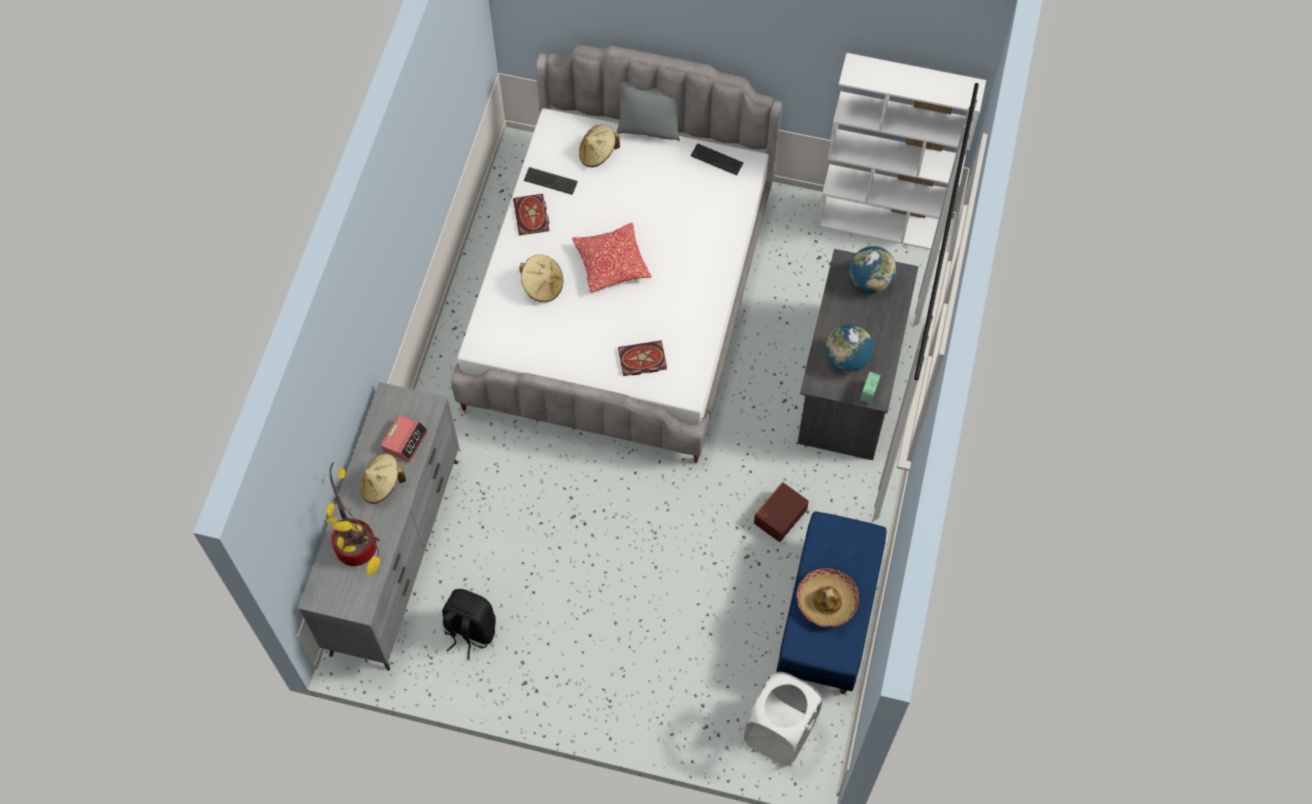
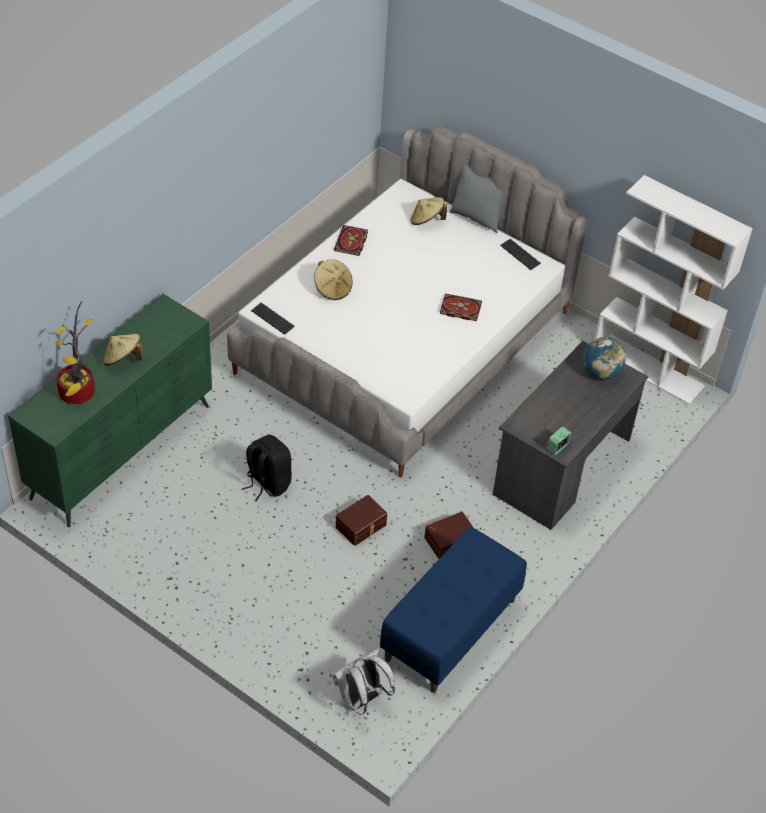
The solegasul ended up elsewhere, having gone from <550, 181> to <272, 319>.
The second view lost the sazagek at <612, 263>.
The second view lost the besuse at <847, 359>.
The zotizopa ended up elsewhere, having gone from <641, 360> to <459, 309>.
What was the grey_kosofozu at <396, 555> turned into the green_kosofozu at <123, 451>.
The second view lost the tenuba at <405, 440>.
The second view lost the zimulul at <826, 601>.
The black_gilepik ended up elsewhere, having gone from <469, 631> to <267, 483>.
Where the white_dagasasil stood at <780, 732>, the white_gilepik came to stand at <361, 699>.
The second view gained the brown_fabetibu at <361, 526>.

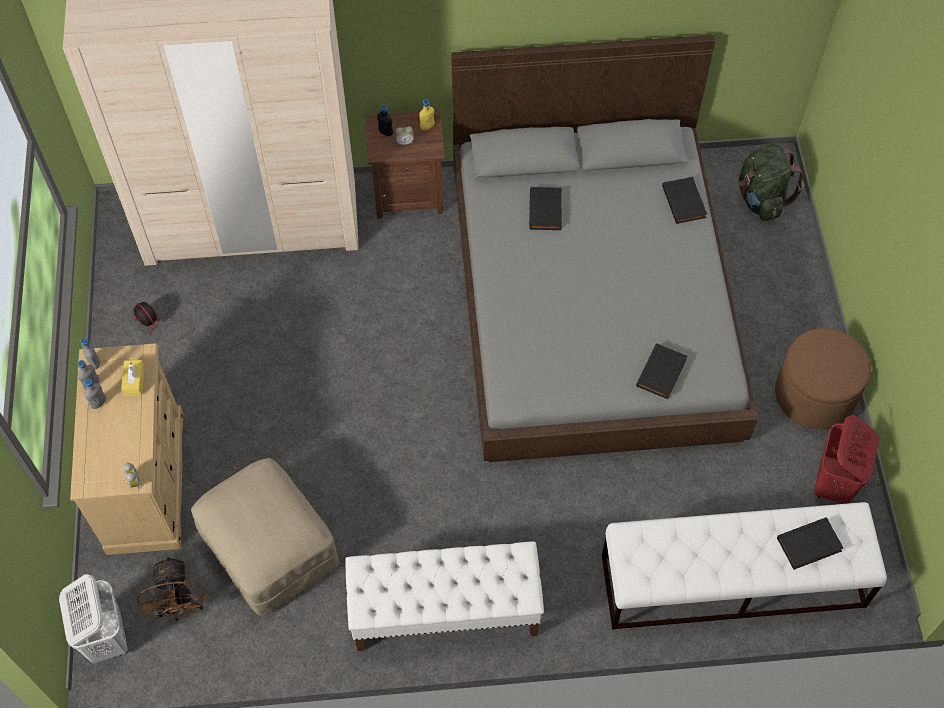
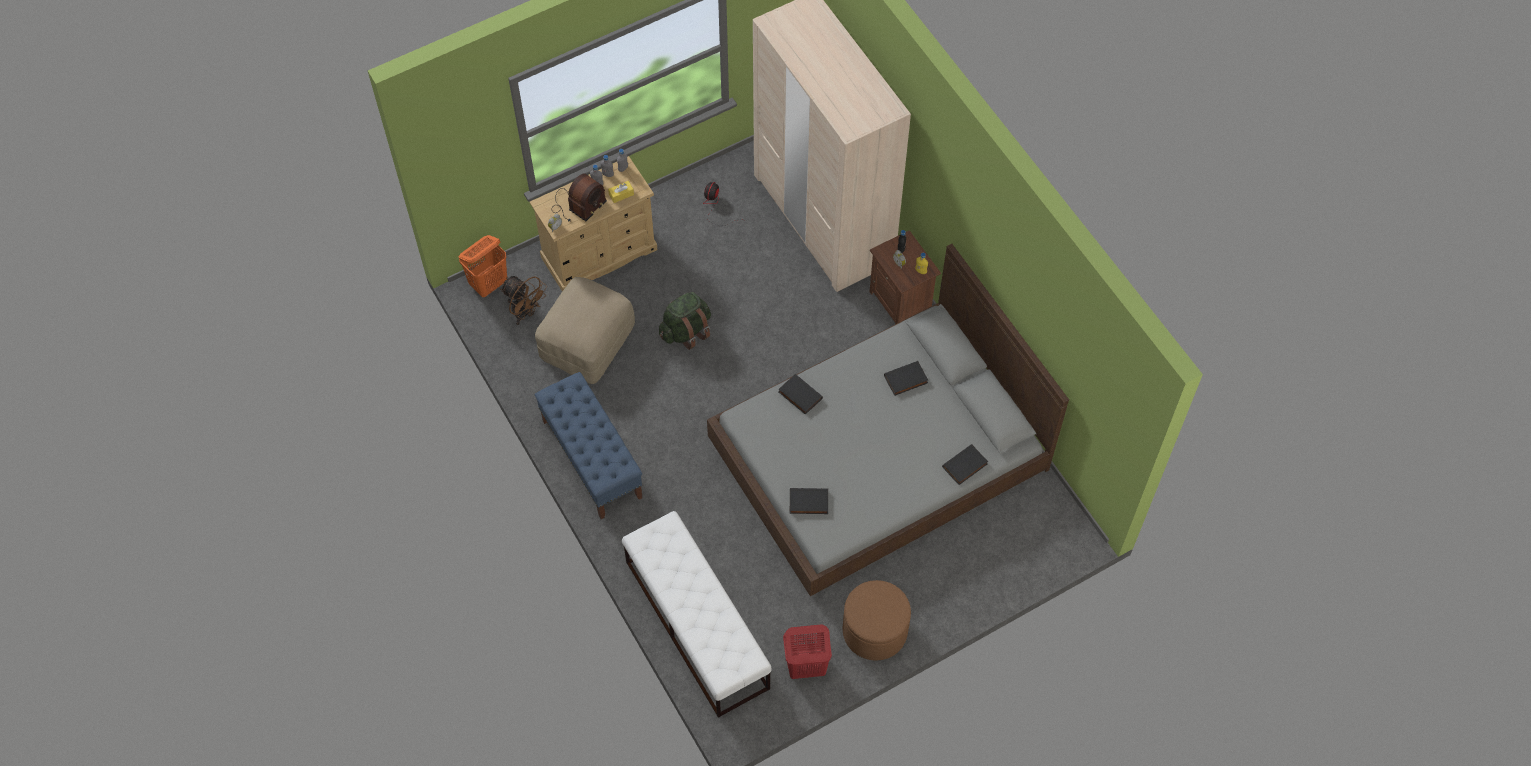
The green_gilepik ended up elsewhere, having gone from <761, 199> to <686, 331>.
The black_zotizopa ended up elsewhere, having gone from <809, 546> to <799, 396>.
What was the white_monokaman at <444, 612> turned into the blue_monokaman at <591, 459>.
The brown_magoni at <181, 608> ended up facing another way, 105 degrees counterclockwise from before.
What was the white_dagasasil at <107, 637> turned into the orange_dagasasil at <489, 284>.
The second view gained the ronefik at <578, 205>.

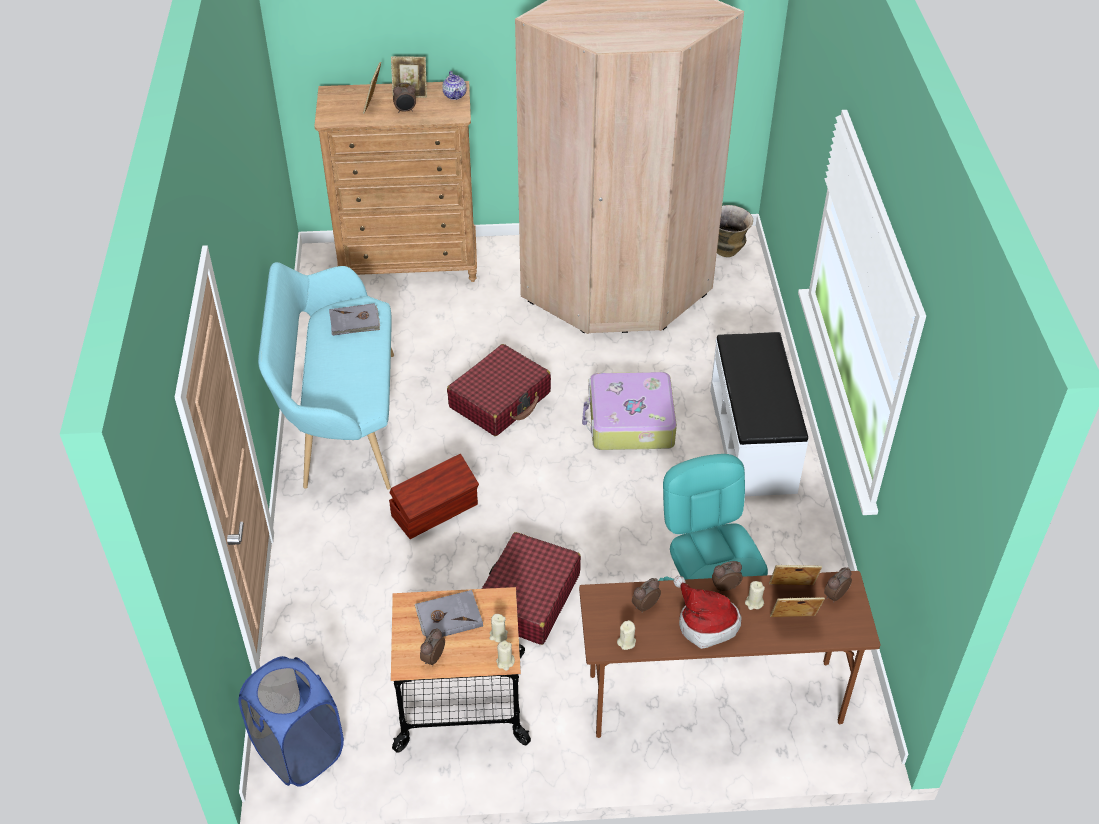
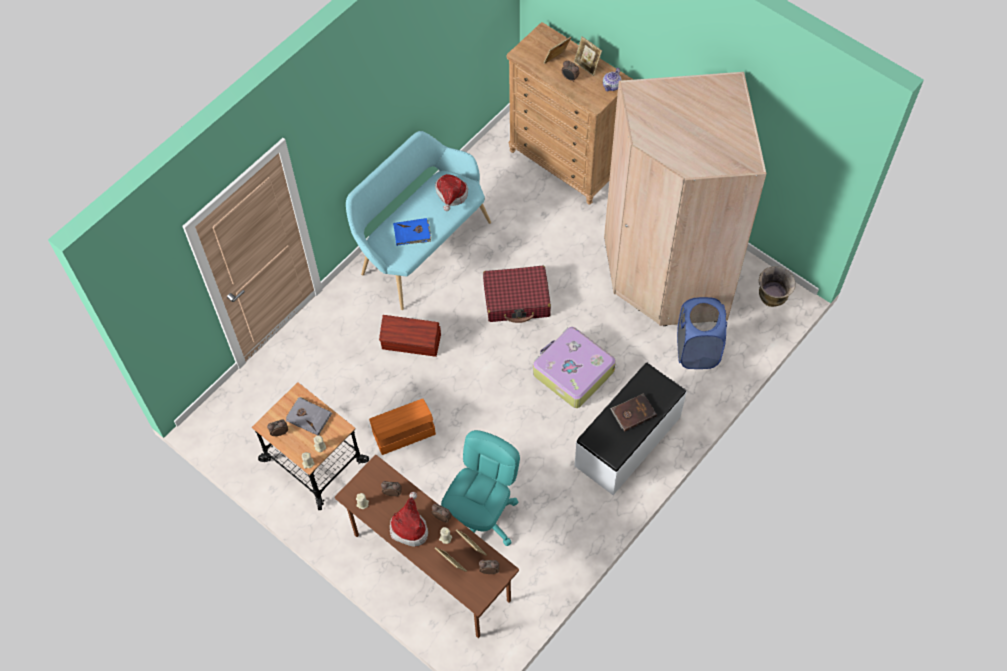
Where the grey_zotizopa stood at <354, 322>, the zimulul came to stand at <451, 195>.
Where the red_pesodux stood at <528, 598>, the orange_fabetibu came to stand at <403, 433>.
The blue_dagasasil ended up elsewhere, having gone from <299, 751> to <697, 350>.
The second view gained the blue_zotizopa at <412, 233>.
The second view gained the brown_zotizopa at <633, 413>.

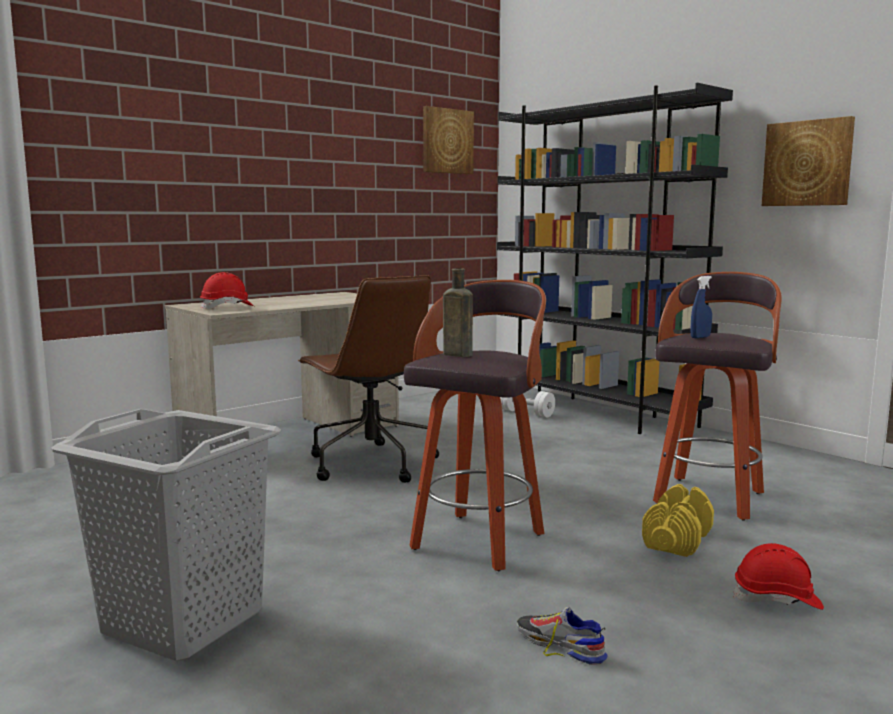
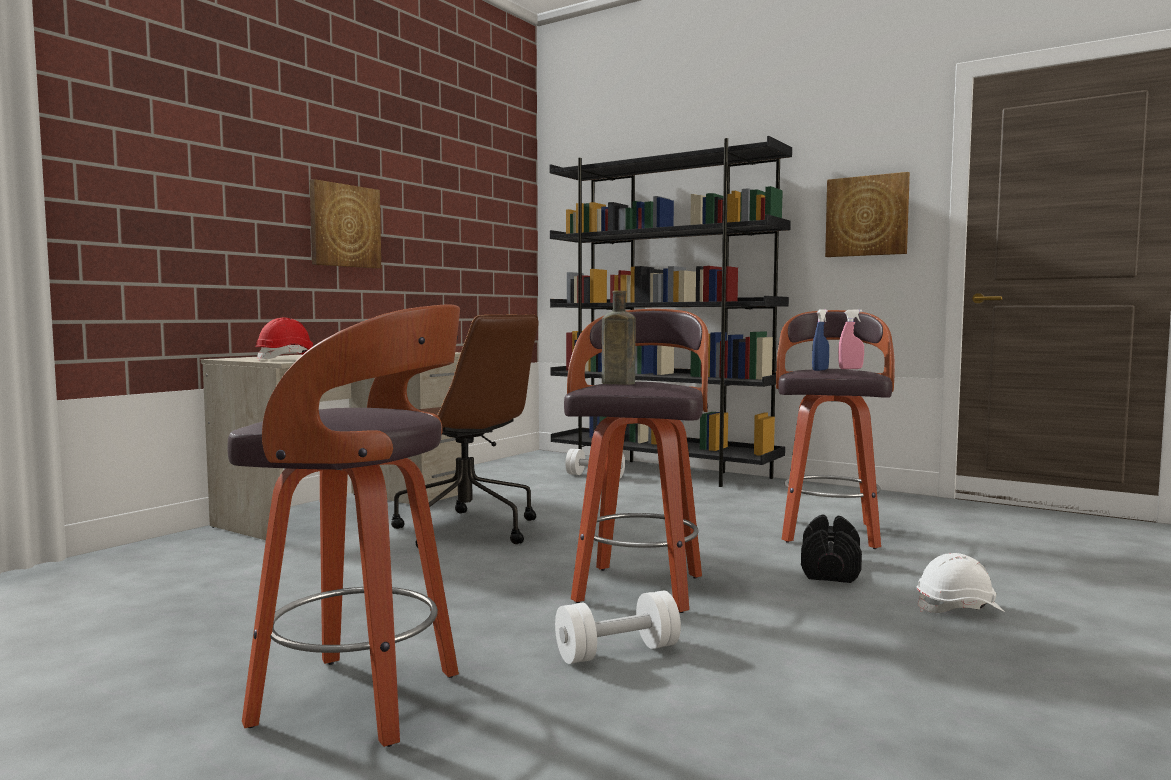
The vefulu ended up elsewhere, having gone from <447, 141> to <344, 226>.
Where the grey_dagasasil stood at <183, 622>, the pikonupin came to stand at <363, 700>.
What was the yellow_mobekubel at <677, 540> turned into the black_mobekubel at <830, 570>.
What was the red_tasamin at <777, 599> turned into the white_tasamin at <959, 609>.
The second view lost the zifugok at <560, 645>.
The second view gained the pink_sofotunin at <850, 369>.
The second view gained the white_mobekubel at <617, 652>.

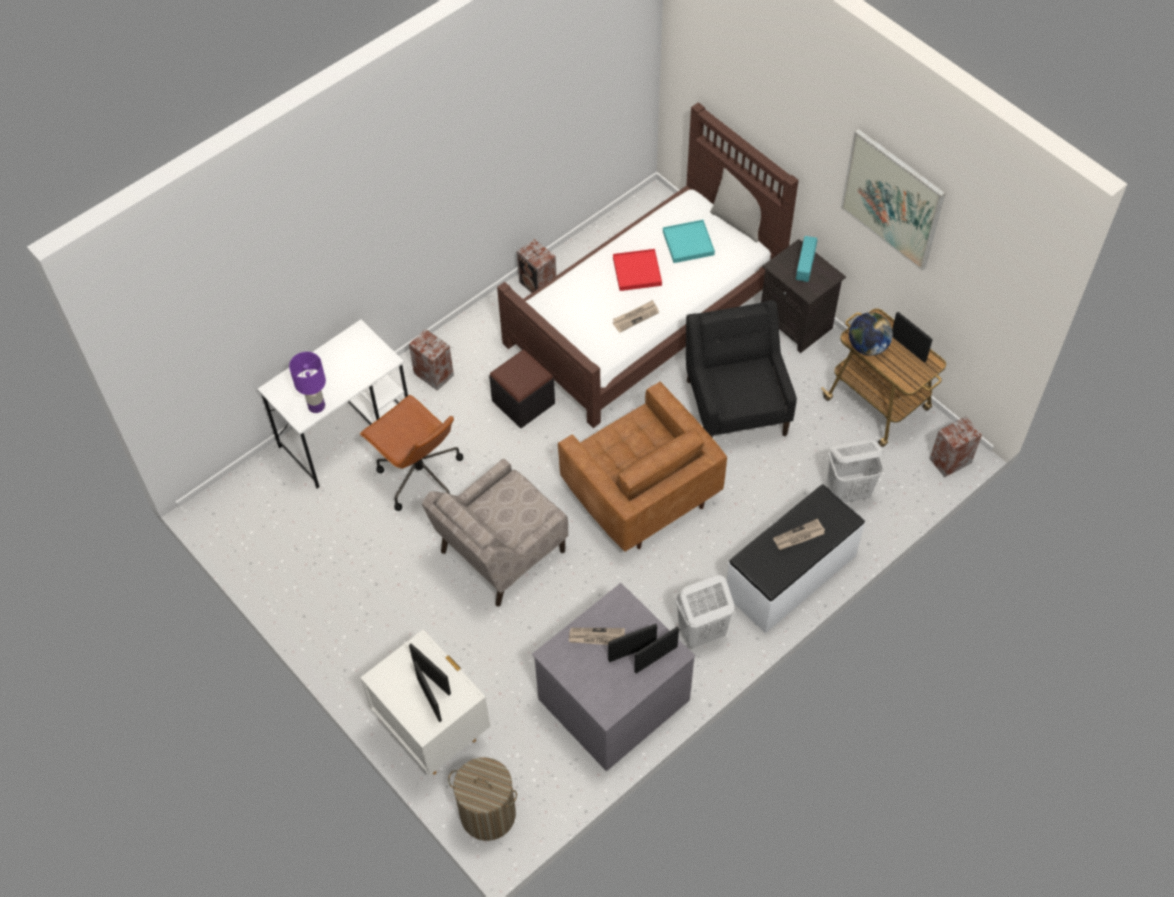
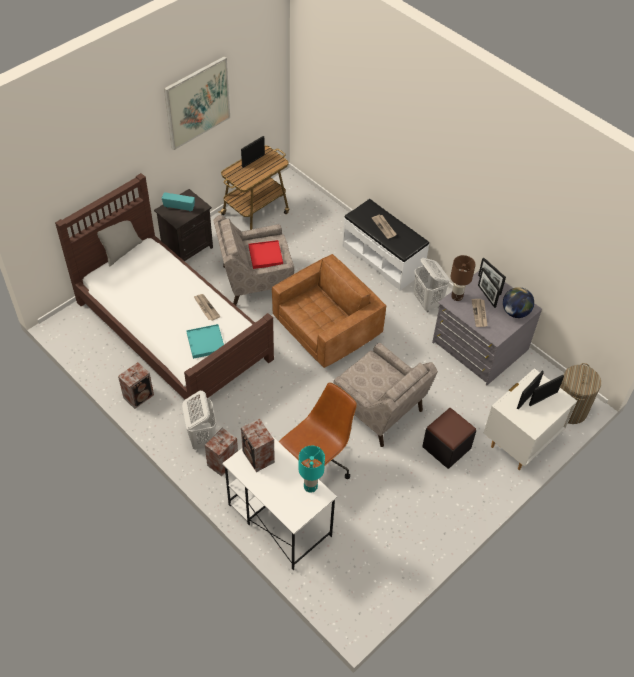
The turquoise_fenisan ended up elsewhere, having gone from <688, 243> to <206, 342>.
The red_fenisan ended up elsewhere, having gone from <637, 271> to <265, 256>.
What was the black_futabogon at <736, 406> turned into the beige_futabogon at <255, 281>.
The besuse ended up elsewhere, having gone from <867, 346> to <515, 312>.
The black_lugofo ended up elsewhere, having gone from <523, 402> to <446, 447>.
What was the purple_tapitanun at <316, 406> turned into the turquoise_tapitanun at <310, 486>.
The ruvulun ended up elsewhere, having gone from <949, 461> to <258, 457>.
The white_dagasasil ended up elsewhere, having gone from <848, 492> to <202, 438>.
The second view gained the brown_tapitanun at <457, 296>.

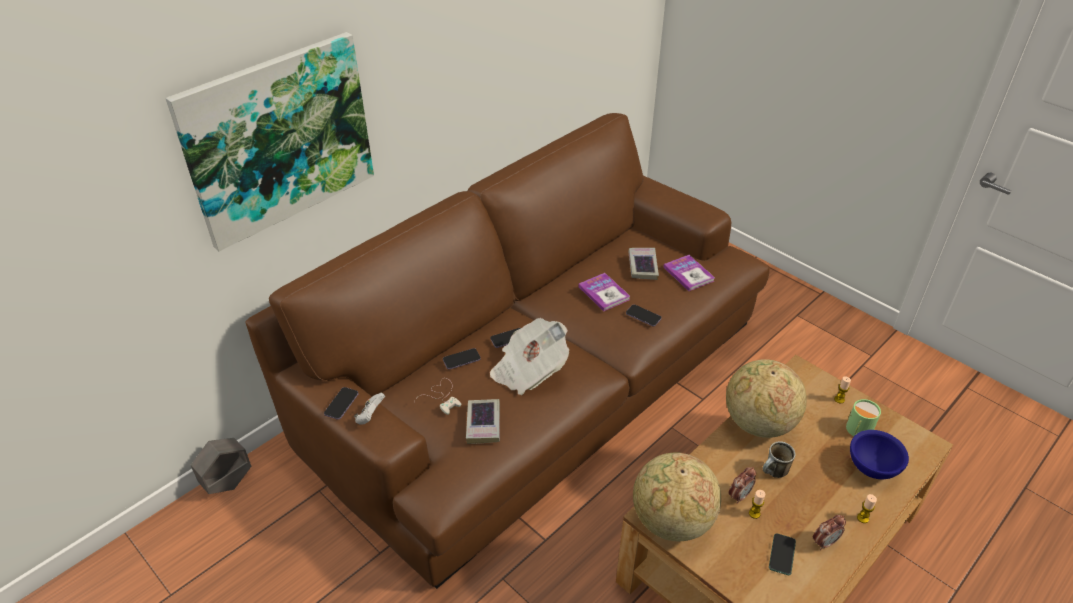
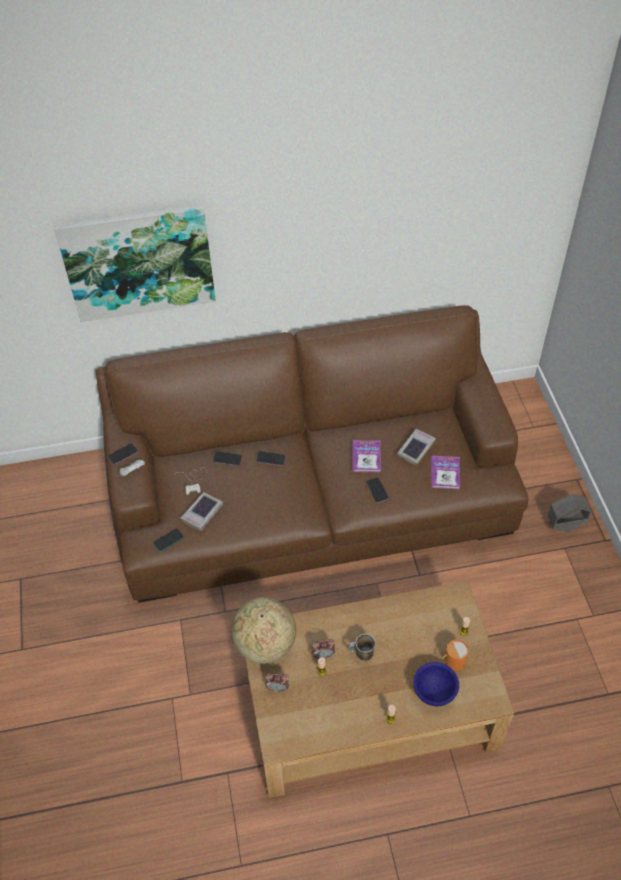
The second view lost the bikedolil at <529, 370>.
The second view lost the besuse at <758, 423>.
What was the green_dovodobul at <857, 430> turned into the orange_dovodobul at <452, 661>.
The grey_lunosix ended up elsewhere, having gone from <228, 483> to <565, 525>.
The tenuba ended up elsewhere, having gone from <824, 542> to <278, 688>.
The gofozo ended up elsewhere, having gone from <782, 554> to <168, 540>.

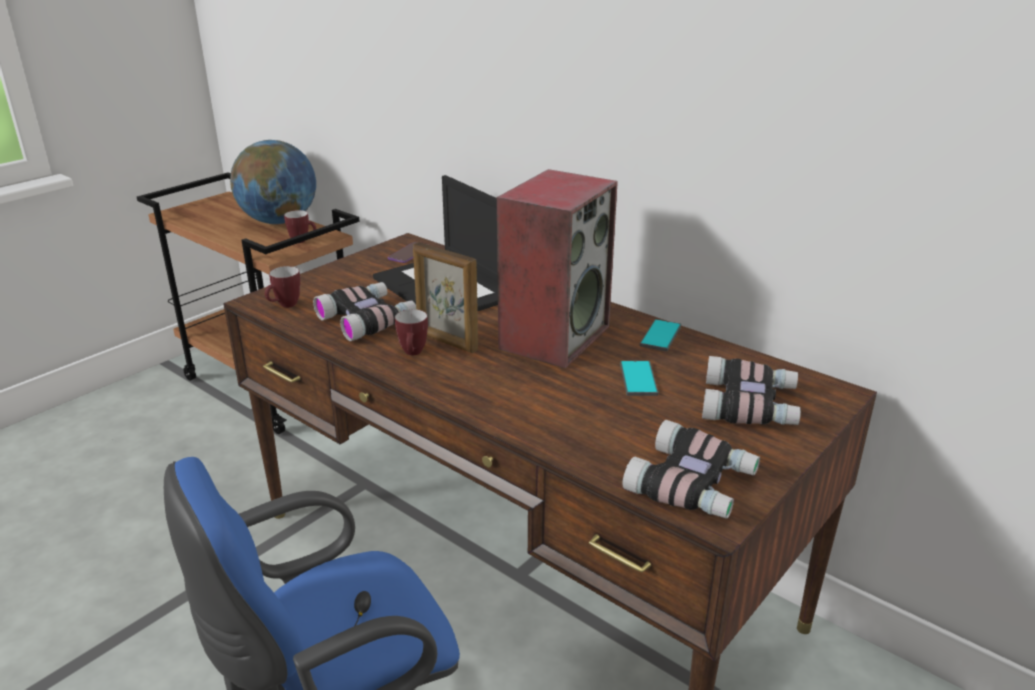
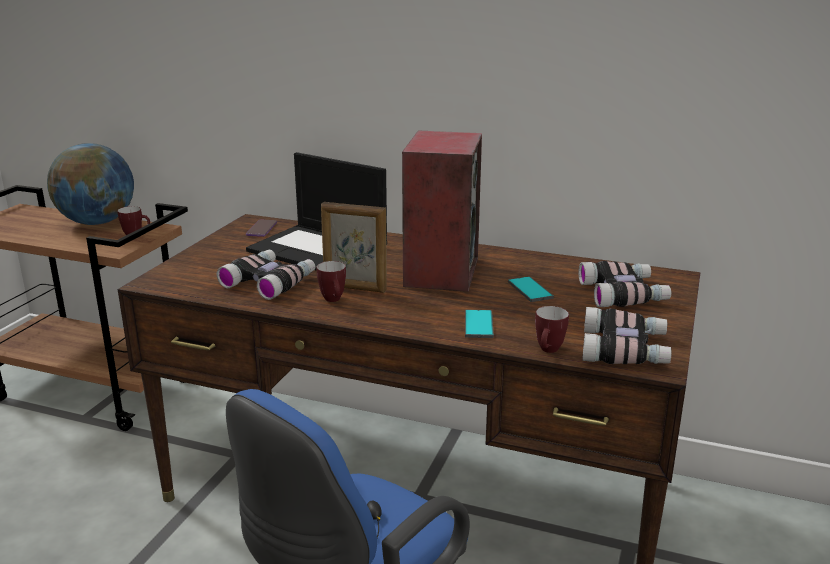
The dovodobul ended up elsewhere, having gone from <285, 306> to <548, 351>.
The gofozo ended up elsewhere, having gone from <660, 336> to <479, 324>.

